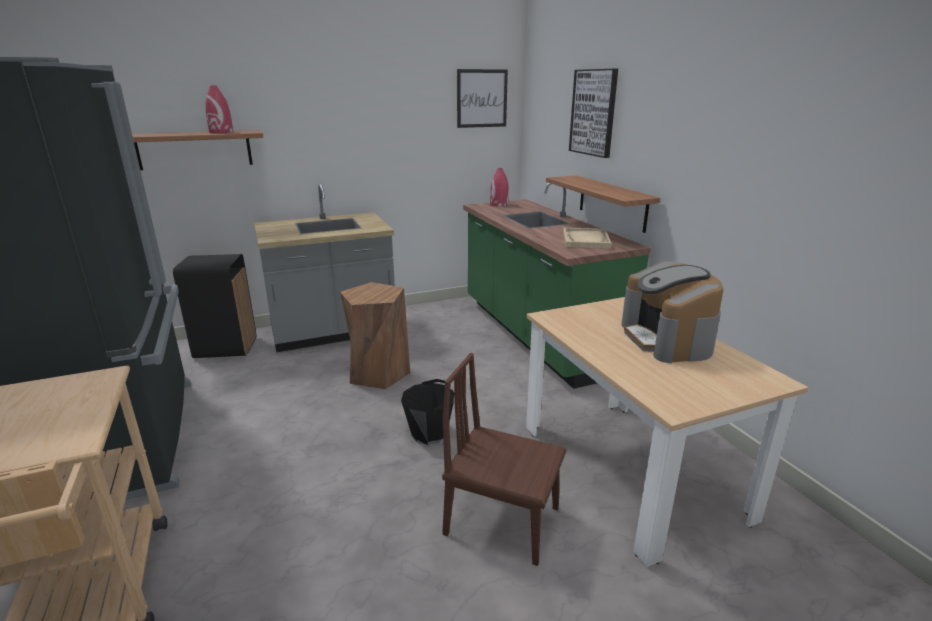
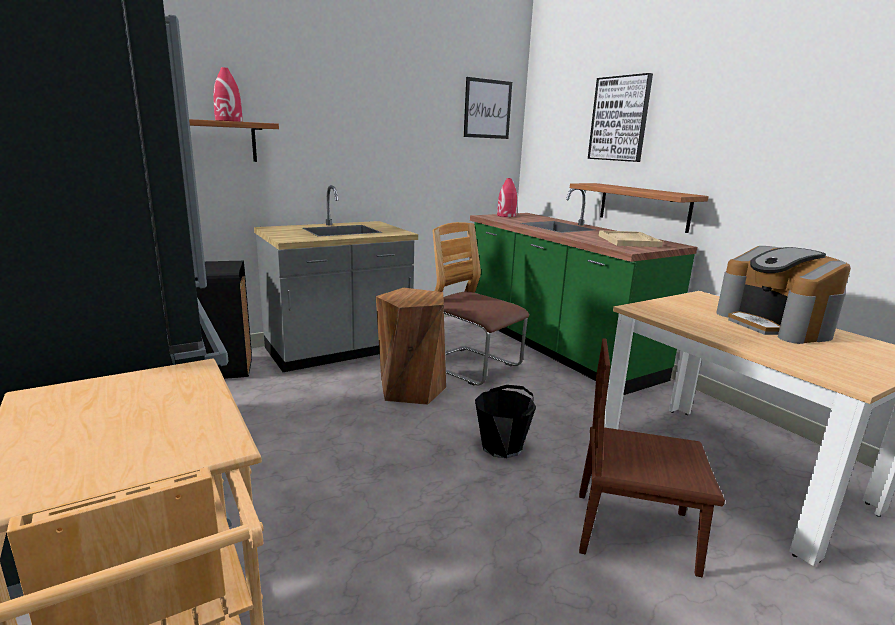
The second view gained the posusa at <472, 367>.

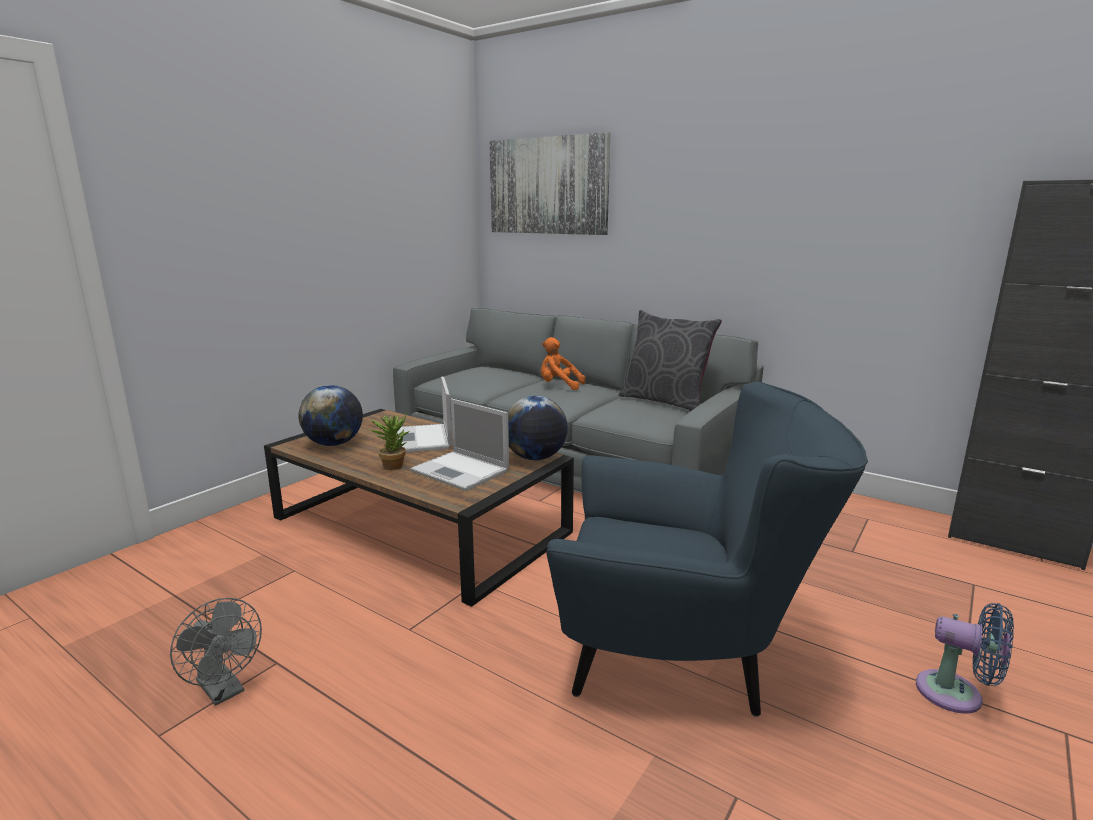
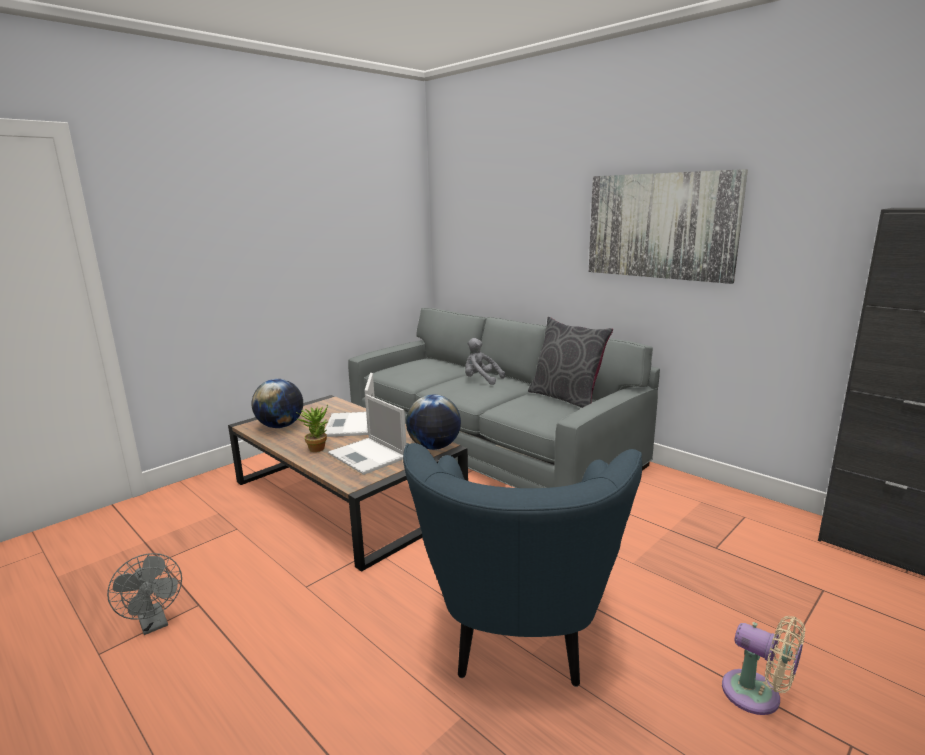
The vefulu ended up elsewhere, having gone from <548, 186> to <660, 226>.
What was the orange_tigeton at <559, 386> turned into the grey_tigeton at <481, 380>.
The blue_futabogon at <683, 660> ended up facing another way, 75 degrees clockwise from before.
What was the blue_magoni at <956, 695> turned into the beige_magoni at <757, 696>.

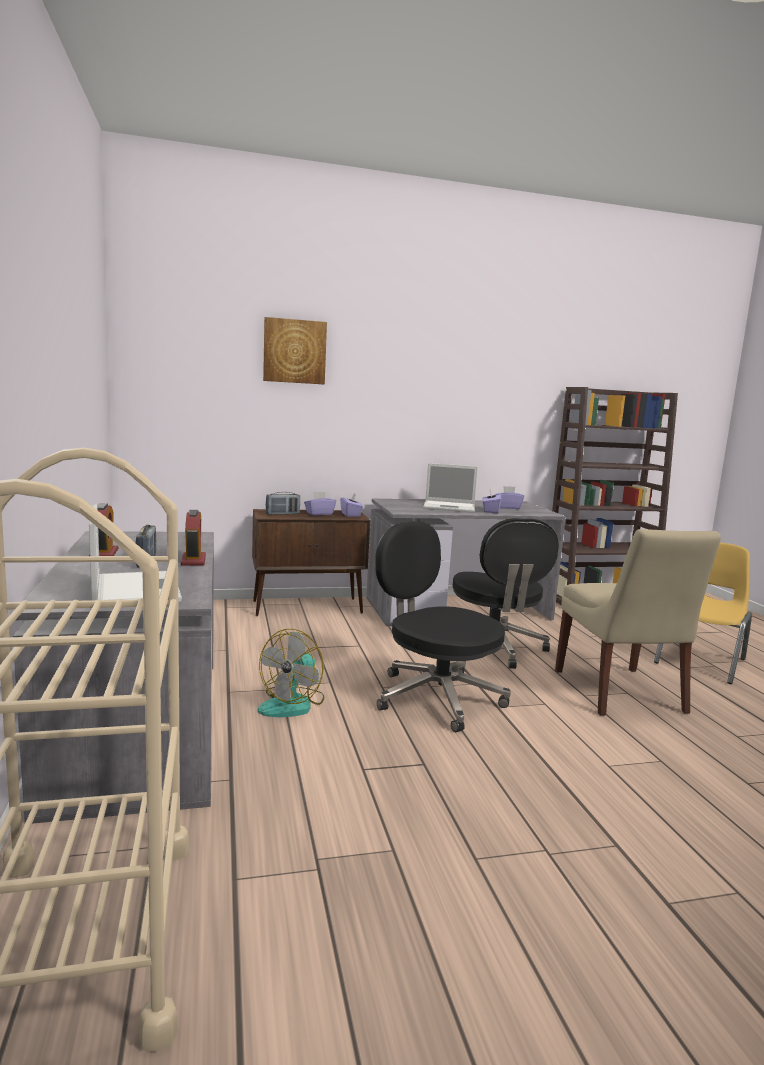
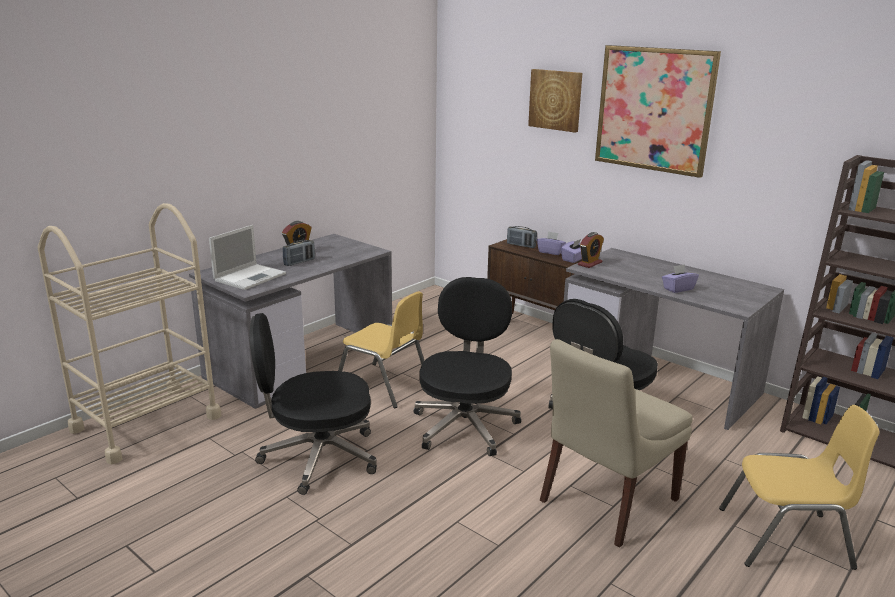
The second view lost the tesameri at <450, 507>.
The second view lost the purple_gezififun at <507, 507>.
The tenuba ended up elsewhere, having gone from <193, 560> to <590, 263>.
Where the magoni stood at <293, 704>, the yellow_posusa came to stand at <383, 386>.
The second view gained the vefulu at <654, 109>.
The second view gained the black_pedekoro at <317, 457>.

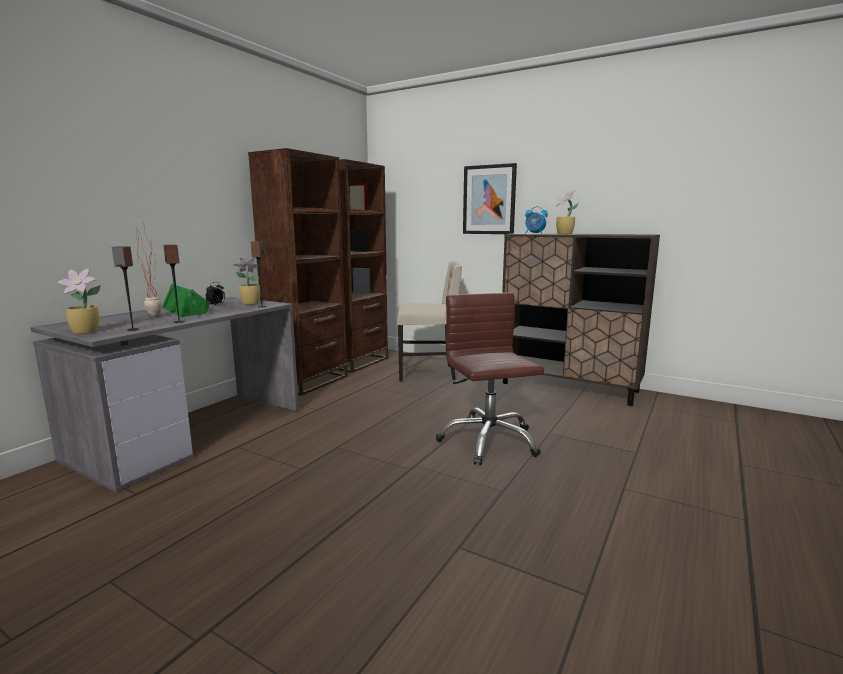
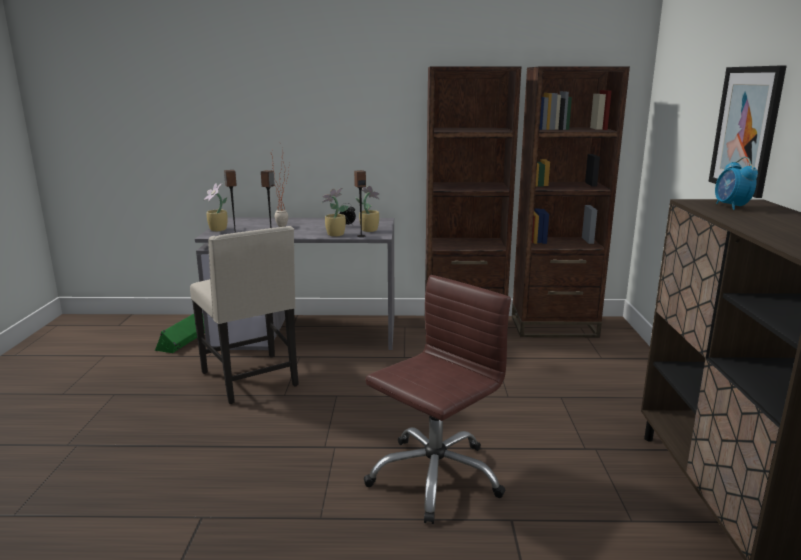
The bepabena ended up elsewhere, having gone from <564, 234> to <334, 235>.
The beige_posusa ended up elsewhere, having gone from <428, 373> to <252, 379>.
The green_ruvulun ended up elsewhere, having gone from <187, 310> to <185, 340>.

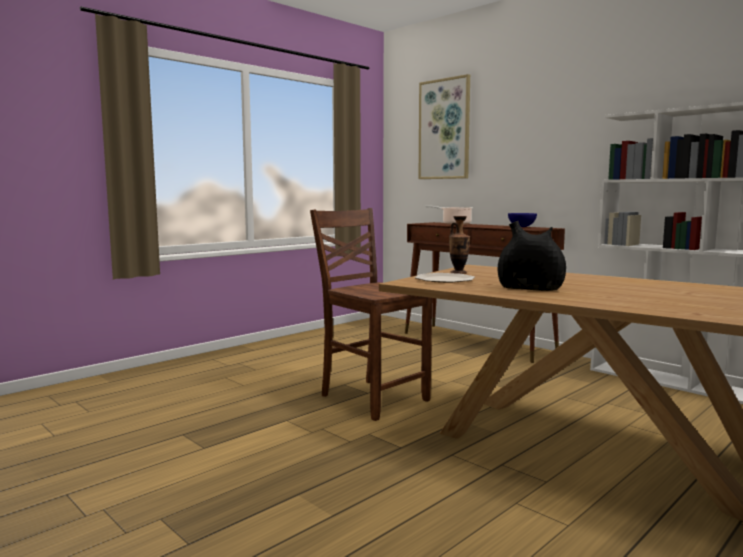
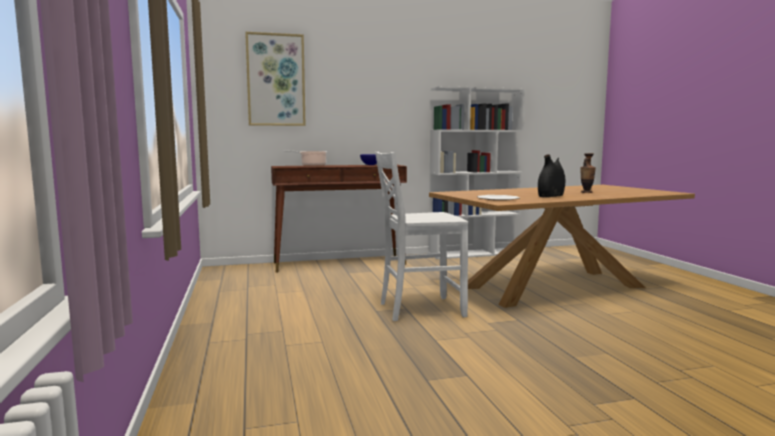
What was the brown_posusa at <372, 398> turned into the white_posusa at <419, 309>.
The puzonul ended up elsewhere, having gone from <458, 273> to <586, 192>.

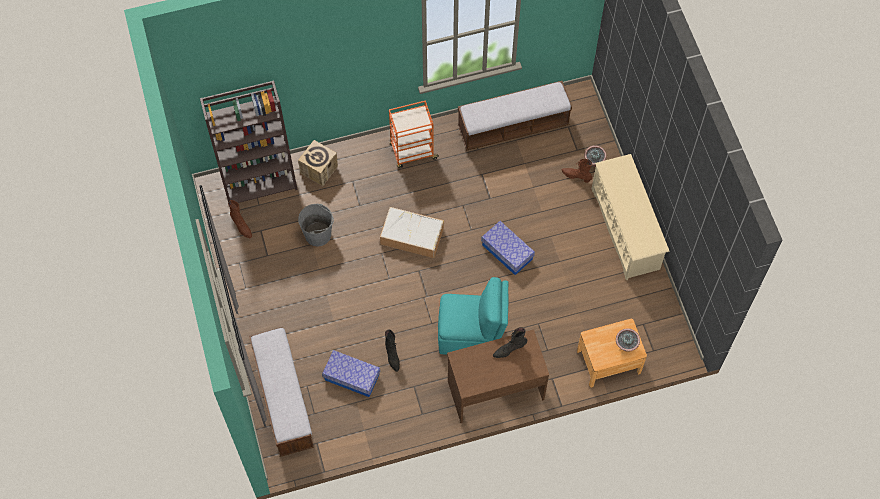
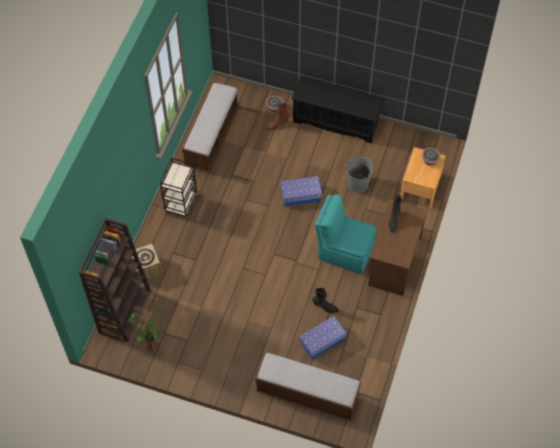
What was the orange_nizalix at <412, 152> turned into the black_nizalix at <181, 204>.
What was the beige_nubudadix at <625, 229> turned into the black_nubudadix at <336, 122>.
Where the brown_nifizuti stood at <241, 227>, the bepabena came to stand at <151, 343>.
The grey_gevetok ended up elsewhere, having gone from <318, 234> to <358, 183>.
The second view lost the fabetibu at <411, 236>.
The turquoise_posusa at <471, 334> ended up facing another way, 105 degrees counterclockwise from before.

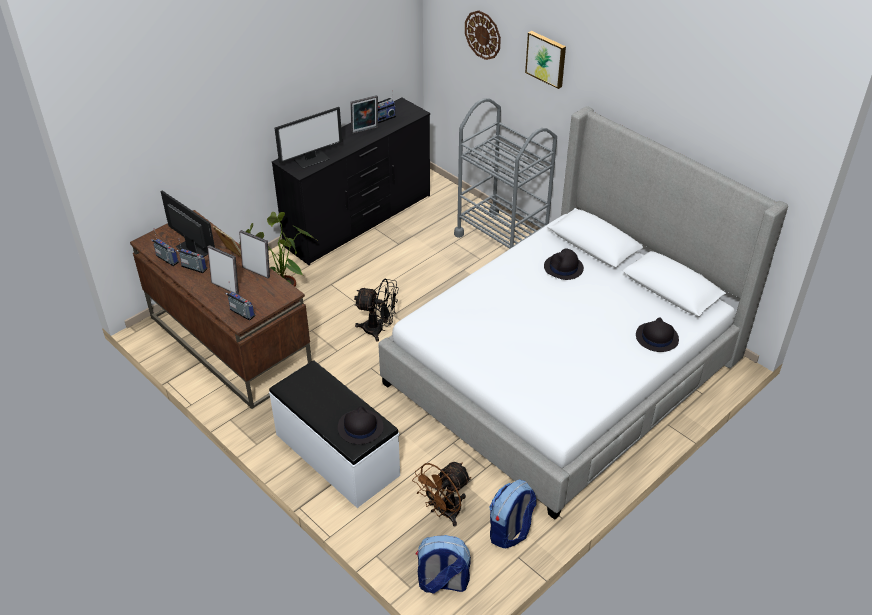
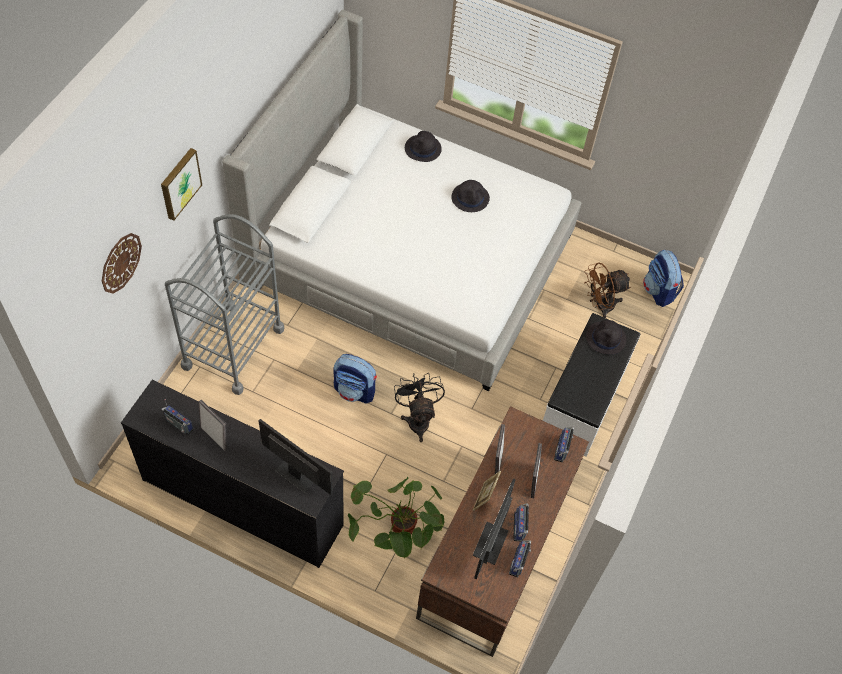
The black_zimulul ended up elsewhere, having gone from <563, 268> to <470, 198>.
The brown_magoni at <444, 512> ended up facing another way, 135 degrees clockwise from before.
The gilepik ended up elsewhere, having gone from <510, 531> to <355, 390>.

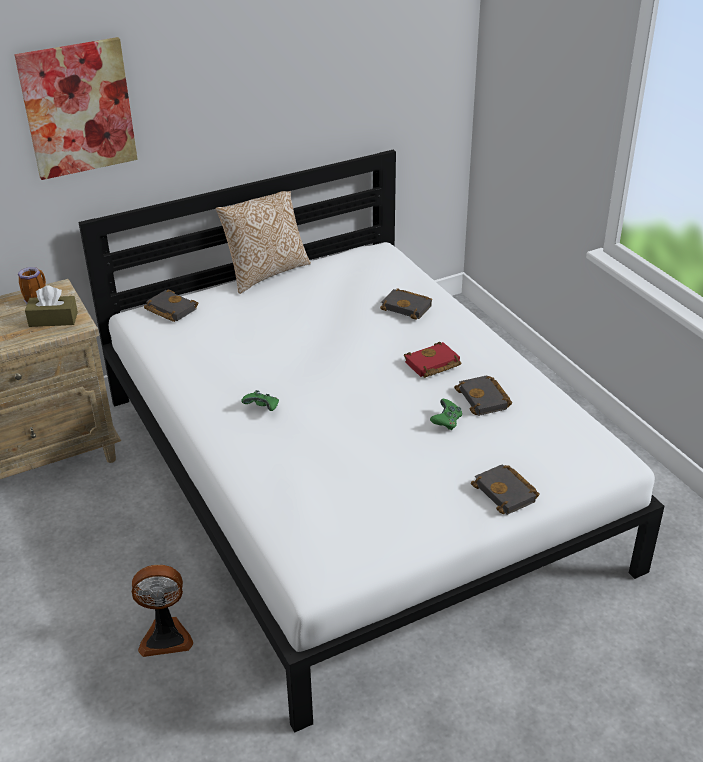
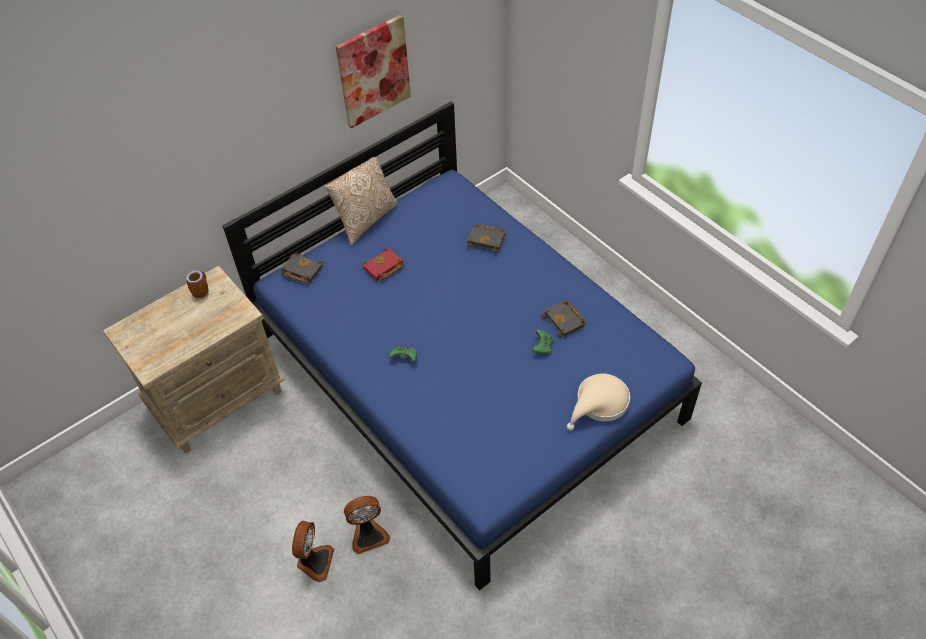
The vefulu ended up elsewhere, having gone from <78, 108> to <373, 71>.
What was the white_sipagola at <354, 477> turned into the blue_sipagola at <466, 375>.
The second view lost the brown_gezififun at <53, 319>.
The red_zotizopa ended up elsewhere, having gone from <432, 365> to <383, 268>.
Where the black_zotizopa stood at <507, 493>, the beige_zimulul came to stand at <599, 404>.
The second view gained the magoni at <314, 562>.

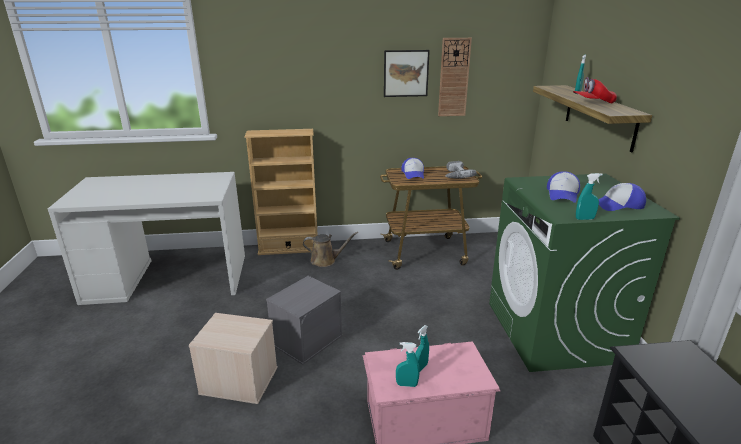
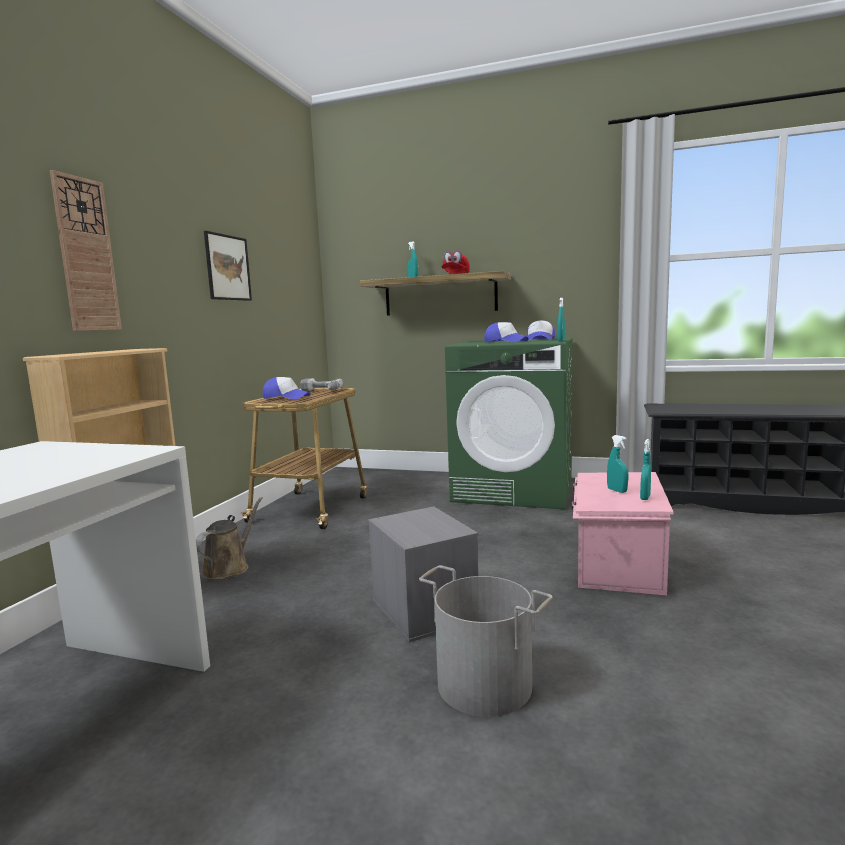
The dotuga ended up elsewhere, having gone from <454, 77> to <86, 255>.
Where the beige_fabetibu stood at <238, 381>, the grey_gevetok came to stand at <483, 685>.

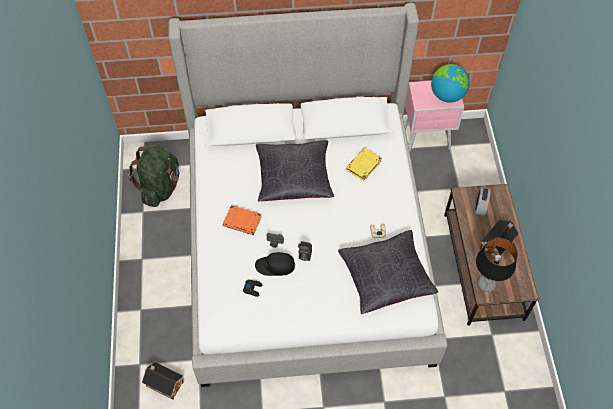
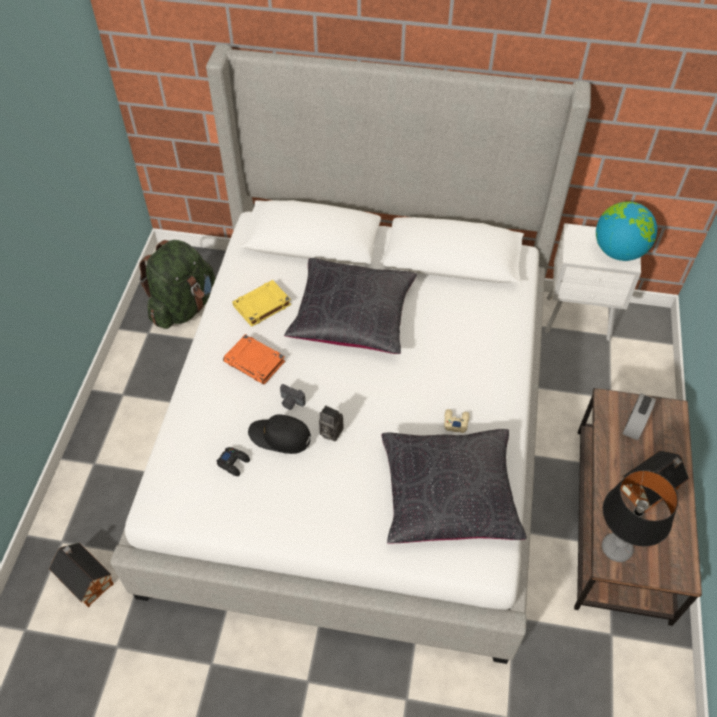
What was the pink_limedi at <427, 139> turned into the white_limedi at <579, 320>.
The yellow_zotizopa ended up elsewhere, having gone from <363, 166> to <261, 306>.

